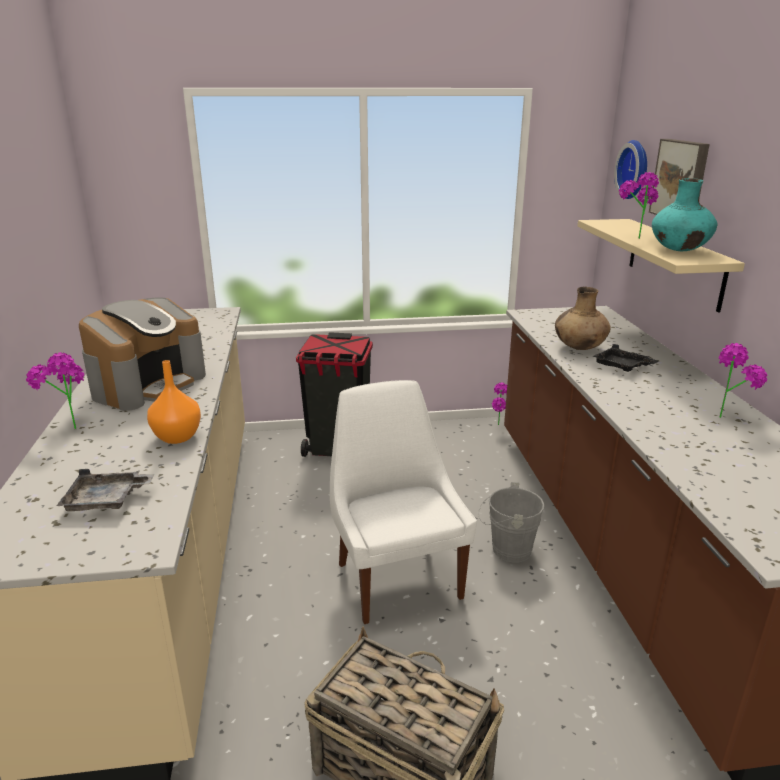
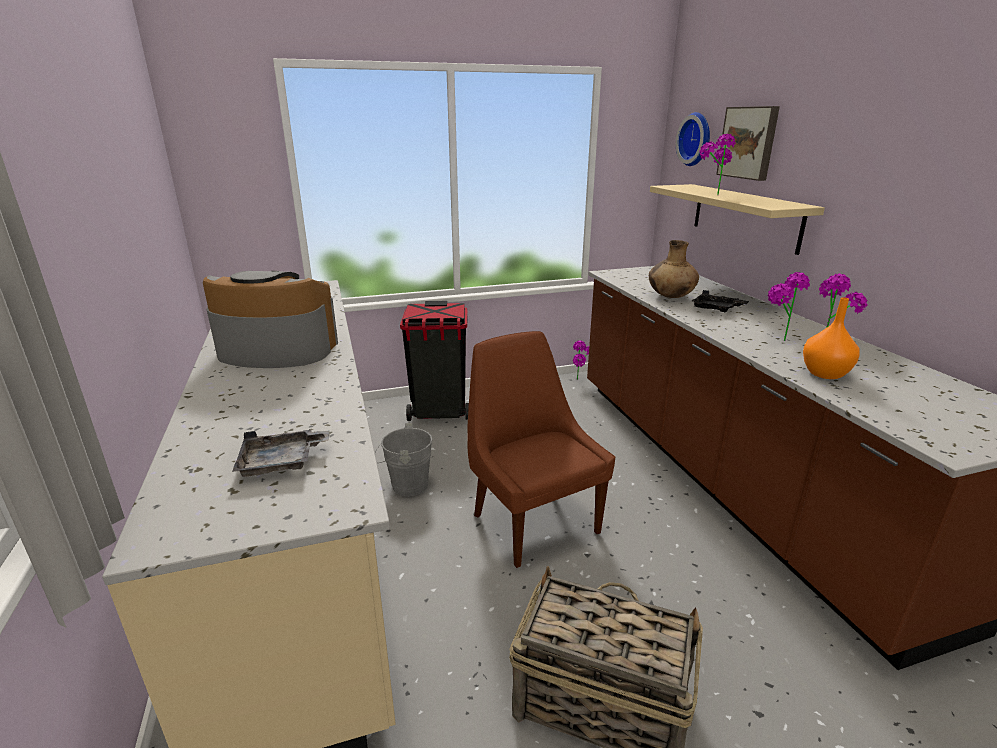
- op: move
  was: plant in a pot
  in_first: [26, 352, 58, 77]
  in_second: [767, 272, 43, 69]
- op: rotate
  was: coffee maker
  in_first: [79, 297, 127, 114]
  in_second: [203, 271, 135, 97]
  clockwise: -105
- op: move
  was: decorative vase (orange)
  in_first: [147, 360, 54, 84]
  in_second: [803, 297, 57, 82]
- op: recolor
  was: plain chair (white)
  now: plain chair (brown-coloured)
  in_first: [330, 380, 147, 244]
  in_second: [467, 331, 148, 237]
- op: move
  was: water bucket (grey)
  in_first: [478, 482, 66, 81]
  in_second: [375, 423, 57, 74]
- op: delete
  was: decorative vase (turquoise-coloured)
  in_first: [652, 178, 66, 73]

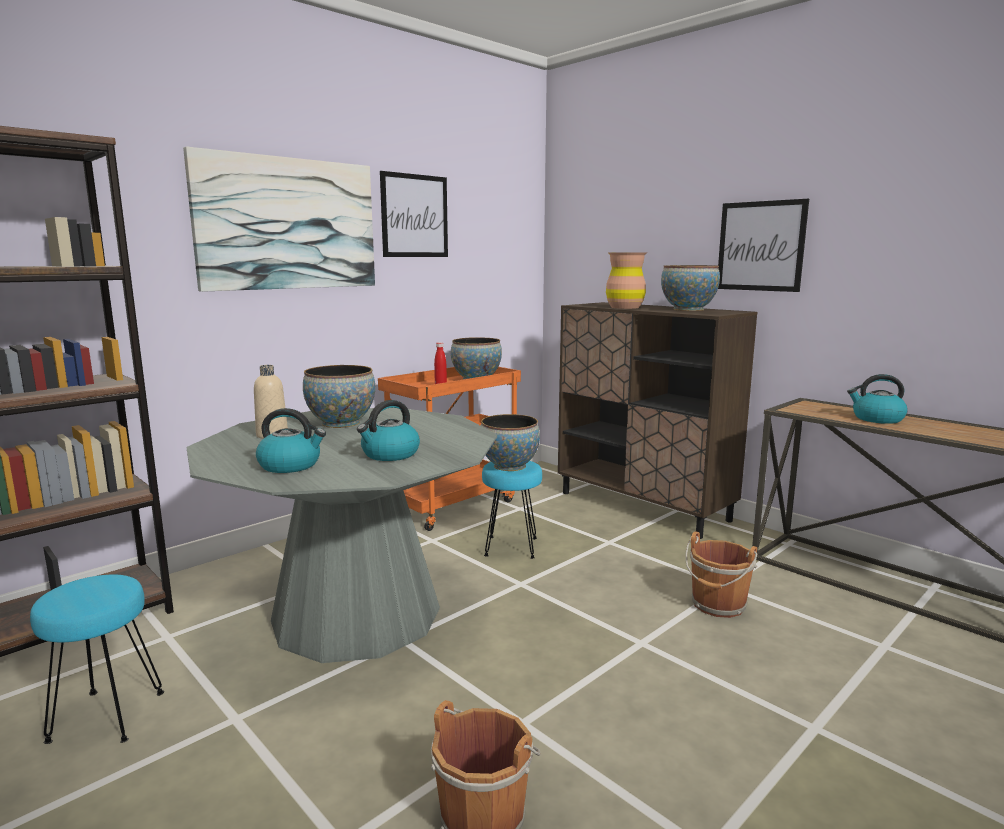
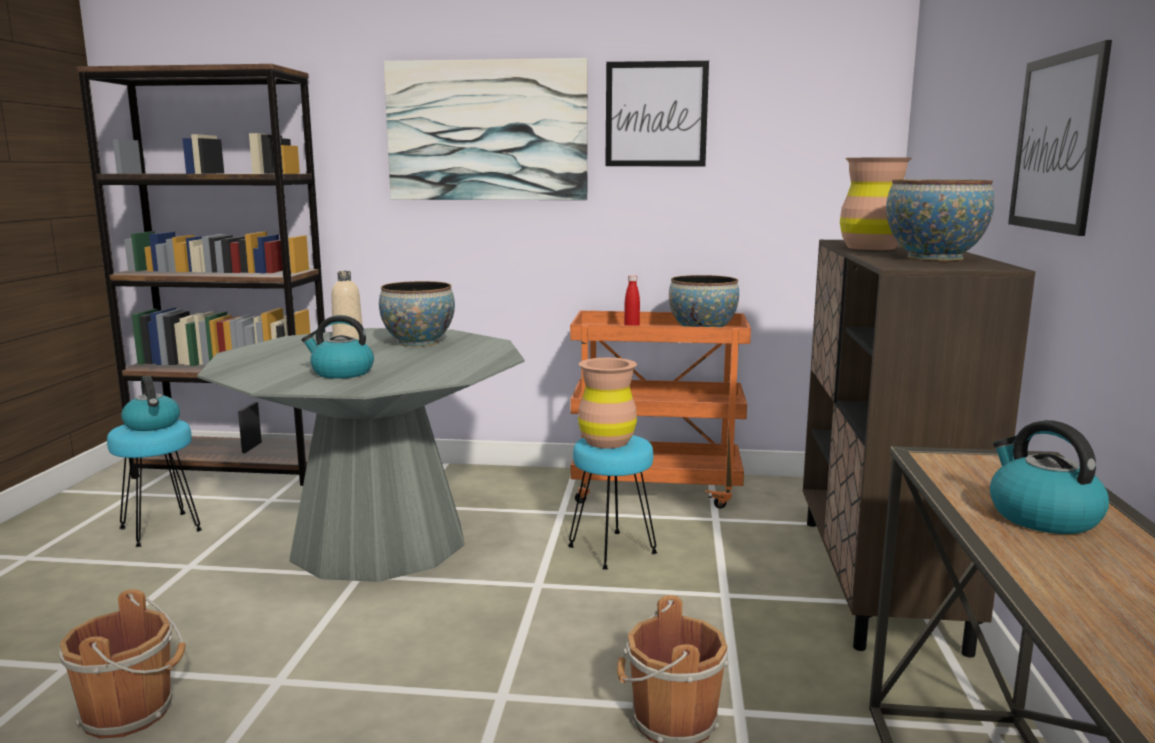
- op: move
  was: water kettle
  in_first: [256, 408, 70, 65]
  in_second: [121, 376, 59, 55]
- op: replace
  was: serving bowl
  now: decorative vase (brown-coloured)
  in_first: [481, 414, 59, 57]
  in_second: [578, 358, 59, 91]

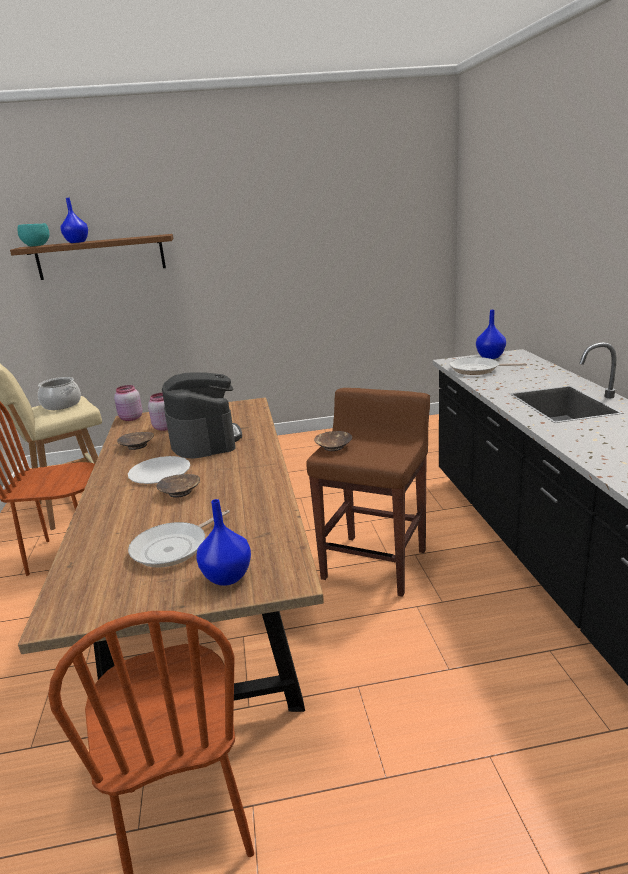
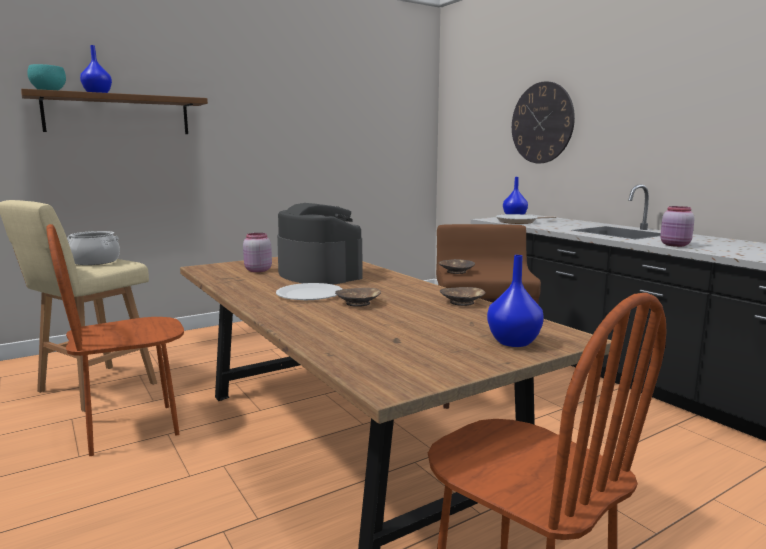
- op: move
  was: storage jar (pink)
  in_first: [114, 385, 28, 36]
  in_second: [660, 206, 35, 41]
- op: move
  was: serving bowl (brown-coloured)
  in_first: [117, 432, 37, 18]
  in_second: [440, 287, 46, 19]
- op: delete
  was: skillet
  in_first: [128, 510, 102, 58]
- op: insert
  now: wall clock
  in_second: [512, 81, 63, 82]

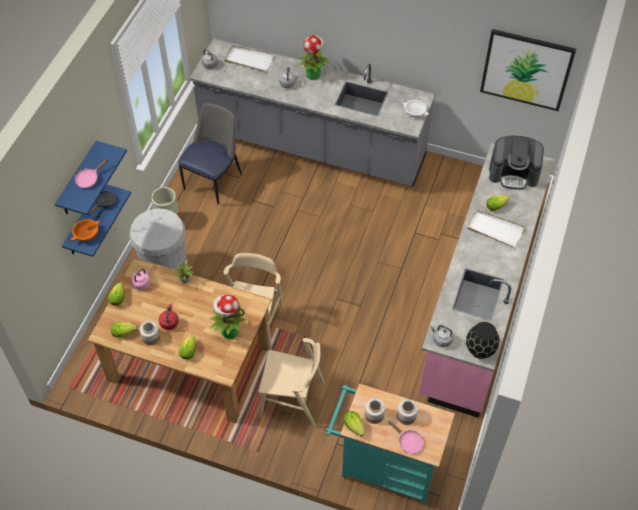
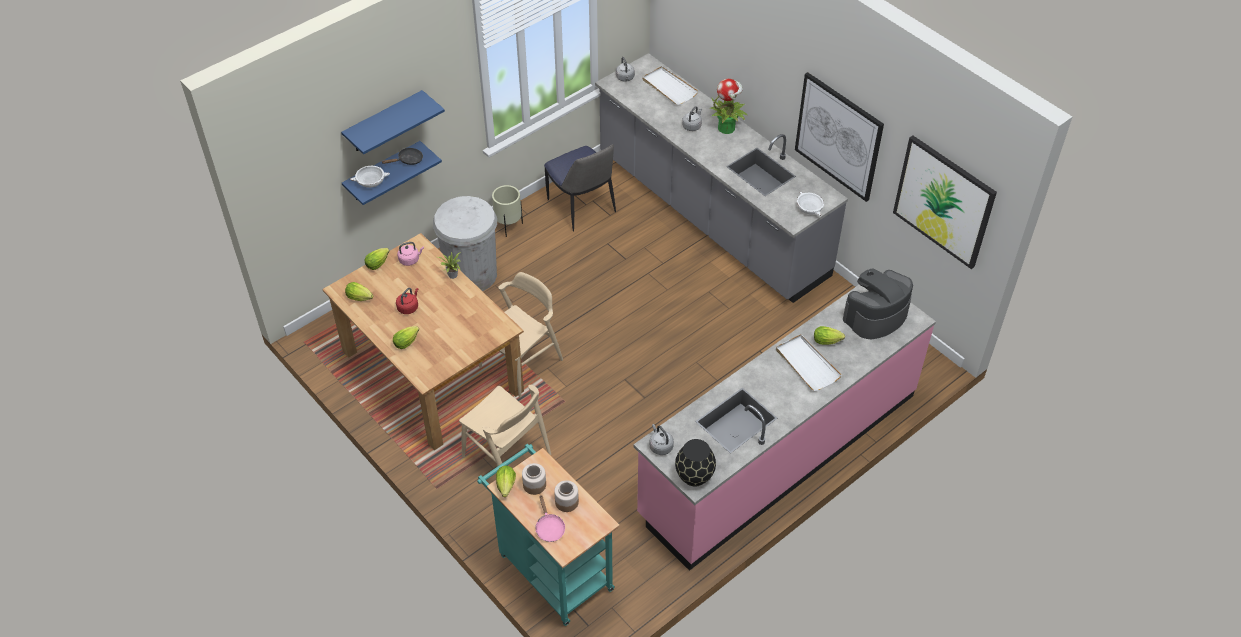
- op: recolor
  was: serving bowl (orange)
  now: serving bowl (white)
  in_first: [71, 219, 29, 22]
  in_second: [350, 166, 40, 22]
- op: delete
  was: skillet (pink)
  in_first: [75, 159, 33, 29]
- op: delete
  was: storage jar
  in_first: [139, 321, 21, 24]
- op: rotate
  was: plain chair
  in_first: [178, 103, 64, 102]
  in_second: [544, 144, 72, 87]
  clockwise: 90
- op: delete
  was: plant in a pot
  in_first: [209, 295, 38, 44]
- op: rotate
  was: coffee maker
  in_first: [489, 135, 55, 55]
  in_second: [843, 268, 70, 71]
  clockwise: 105
- op: insert
  now: wall picture
  in_second: [795, 72, 89, 130]

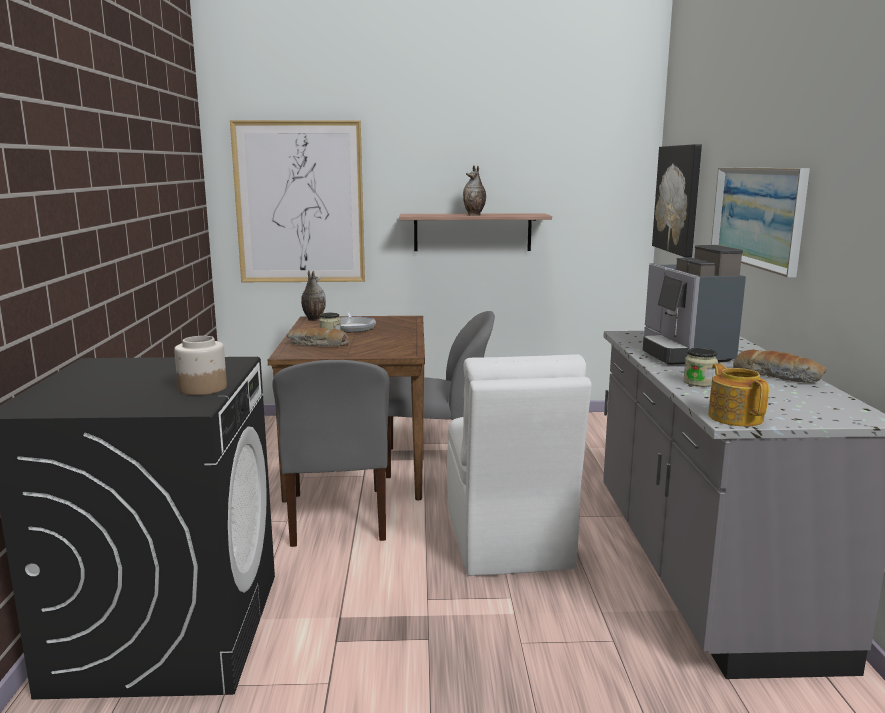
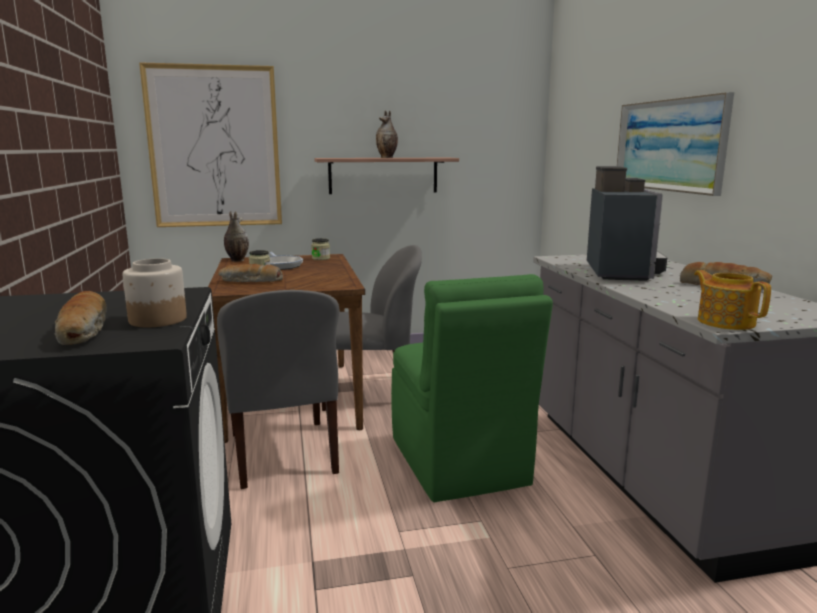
- op: recolor
  was: plain chair (white)
  now: plain chair (greenish)
  in_first: [447, 354, 144, 222]
  in_second: [391, 274, 162, 228]
- op: rotate
  was: coffee maker
  in_first: [643, 245, 103, 120]
  in_second: [587, 166, 80, 115]
  clockwise: -150
- op: delete
  was: wall picture
  in_first: [652, 144, 50, 114]
- op: move
  was: storage jar
  in_first: [683, 348, 35, 39]
  in_second: [311, 238, 19, 22]
- op: insert
  now: baked bread
  in_second: [54, 291, 53, 54]

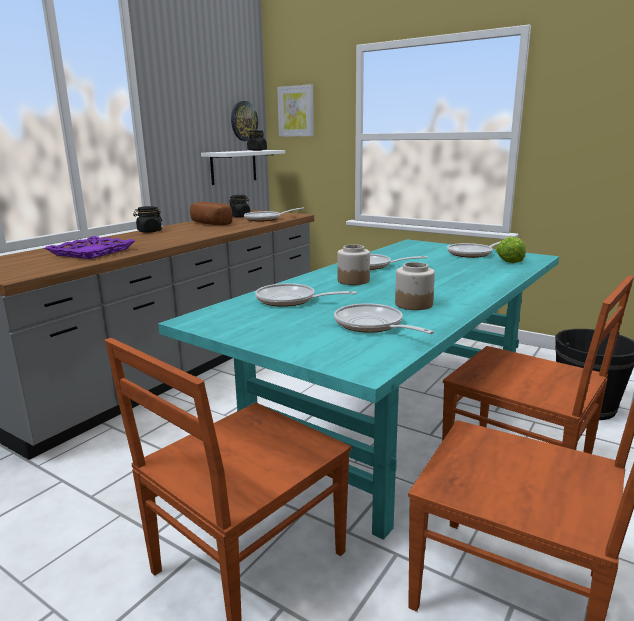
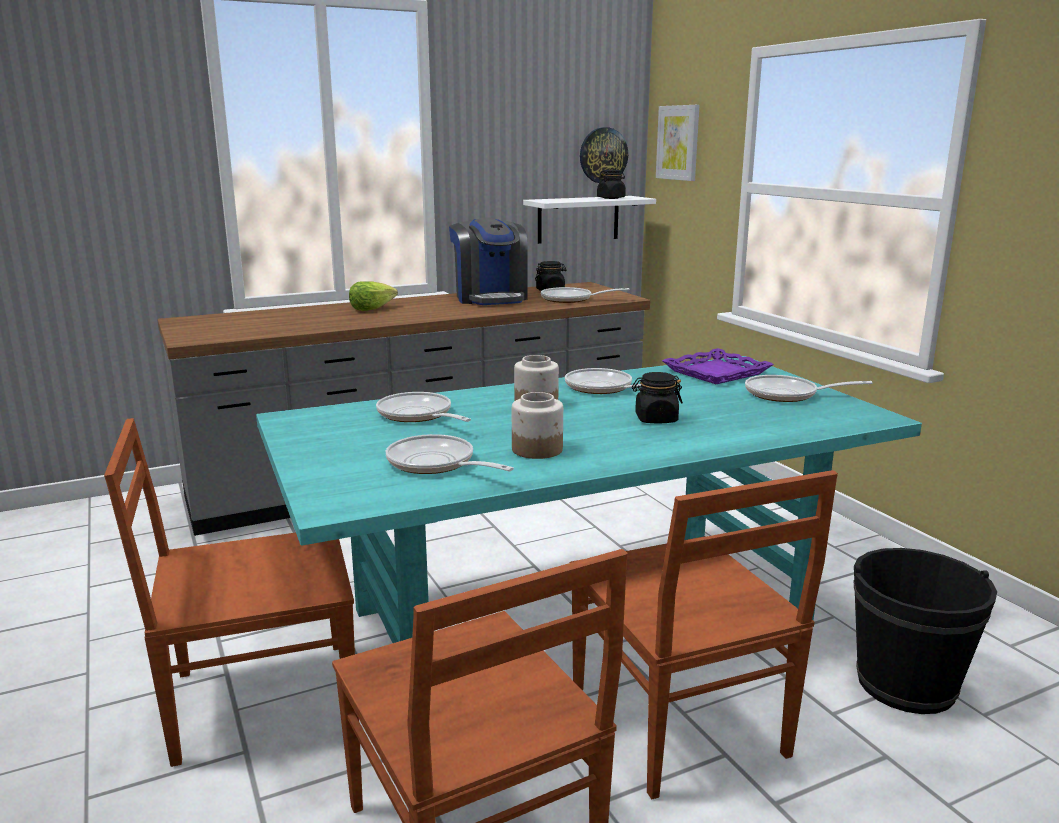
- op: move
  was: tray (purplish)
  in_first: [45, 236, 91, 23]
  in_second: [662, 348, 112, 36]
- op: move
  was: storage jar (black)
  in_first: [133, 206, 29, 27]
  in_second: [632, 372, 51, 51]
- op: replace
  was: baked bread
  now: coffee maker
  in_first: [190, 202, 42, 23]
  in_second: [449, 218, 79, 87]
- op: rotate
  was: skillet
  in_first: [334, 303, 100, 31]
  in_second: [386, 434, 128, 40]
  clockwise: -45
- op: move
  was: head of lettuce
  in_first: [496, 237, 30, 26]
  in_second: [349, 281, 49, 30]

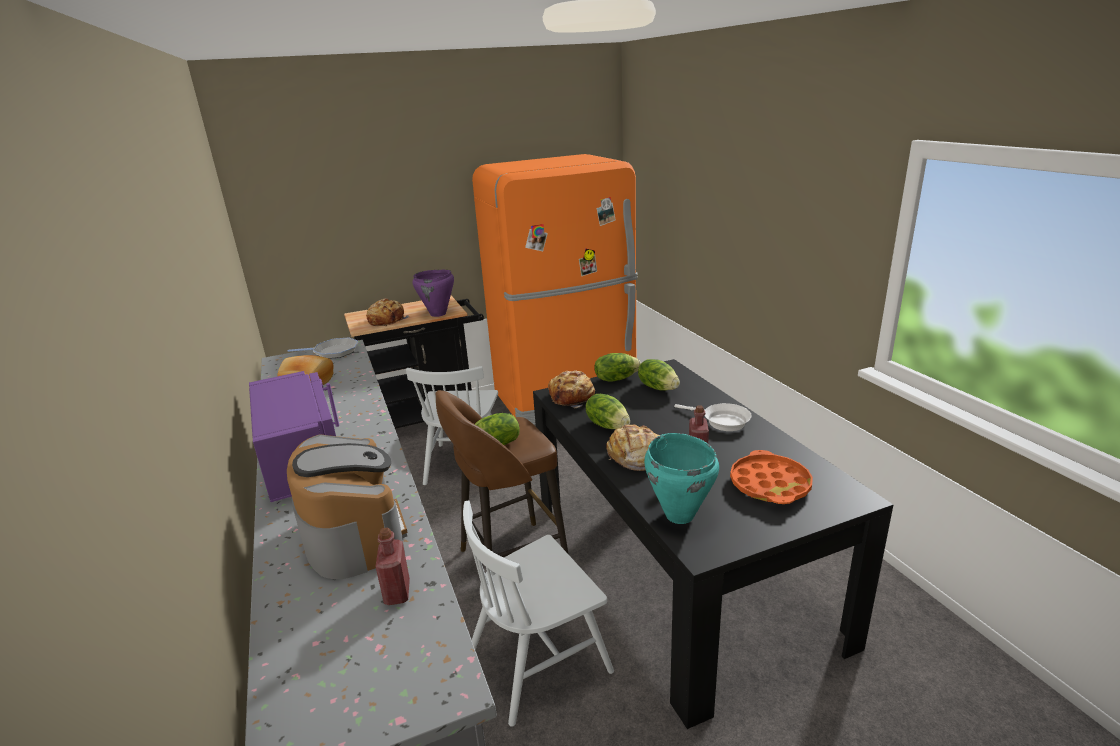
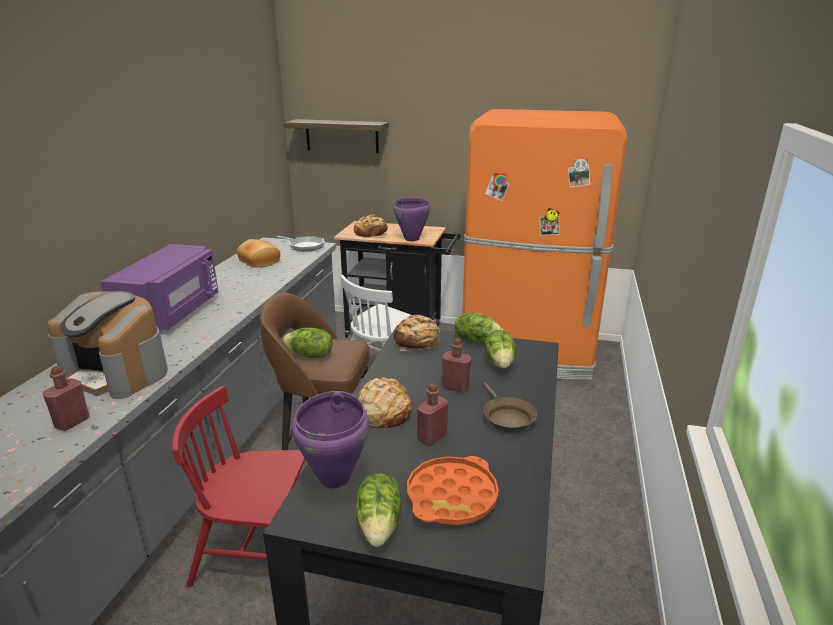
- op: rotate
  was: coffee maker
  in_first: [287, 434, 121, 145]
  in_second: [47, 291, 121, 108]
  clockwise: 105
- op: recolor
  was: plain chair (white)
  now: plain chair (red-coloured)
  in_first: [463, 500, 151, 227]
  in_second: [172, 386, 133, 201]
- op: move
  was: head of lettuce
  in_first: [585, 394, 45, 35]
  in_second: [356, 474, 45, 73]
- op: recolor
  was: saucepot (turquoise-coloured)
  now: saucepot (purplish)
  in_first: [644, 433, 75, 91]
  in_second: [292, 391, 77, 97]
- op: recolor
  was: skillet (white)
  now: skillet (brown-coloured)
  in_first: [674, 403, 78, 28]
  in_second: [483, 383, 54, 50]
- op: insert
  now: shelf
  in_second: [284, 119, 105, 34]
- op: insert
  now: drink bottle (red-coloured)
  in_second: [442, 338, 29, 54]

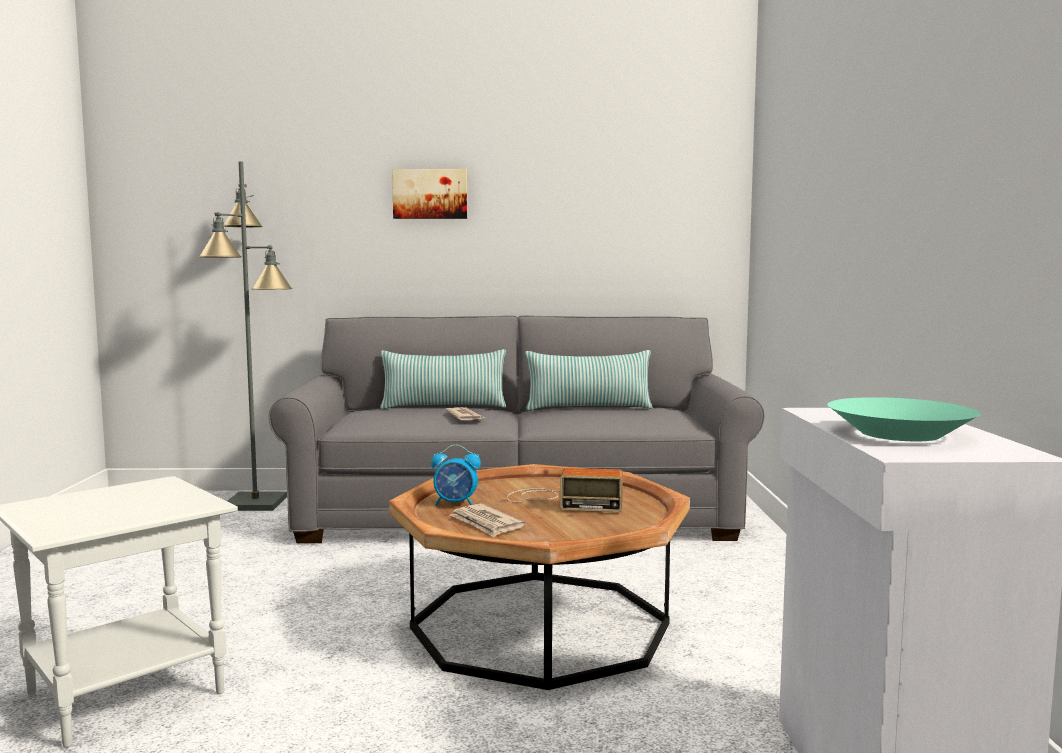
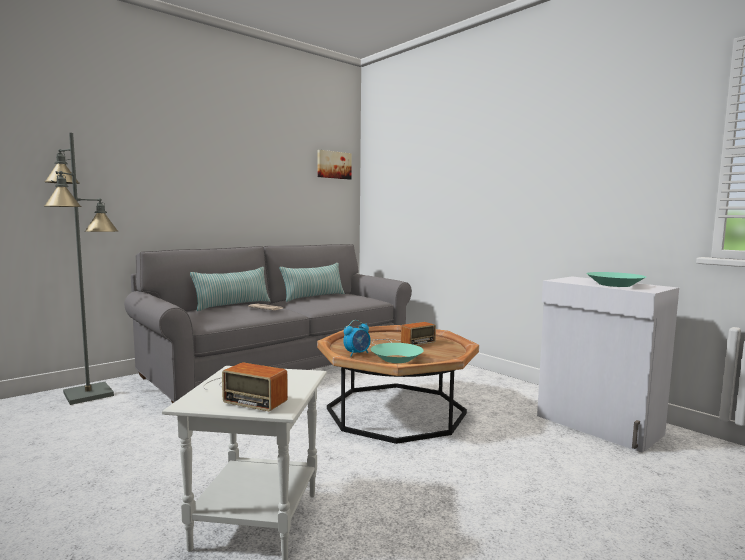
- op: move
  was: wall picture
  in_first: [392, 169, 75, 50]
  in_second: [317, 150, 35, 30]
- op: replace
  was: newspaper
  now: serving bowl (turquoise-coloured)
  in_first: [450, 504, 75, 33]
  in_second: [371, 343, 53, 20]
- op: insert
  now: radio set
  in_second: [203, 362, 85, 49]

